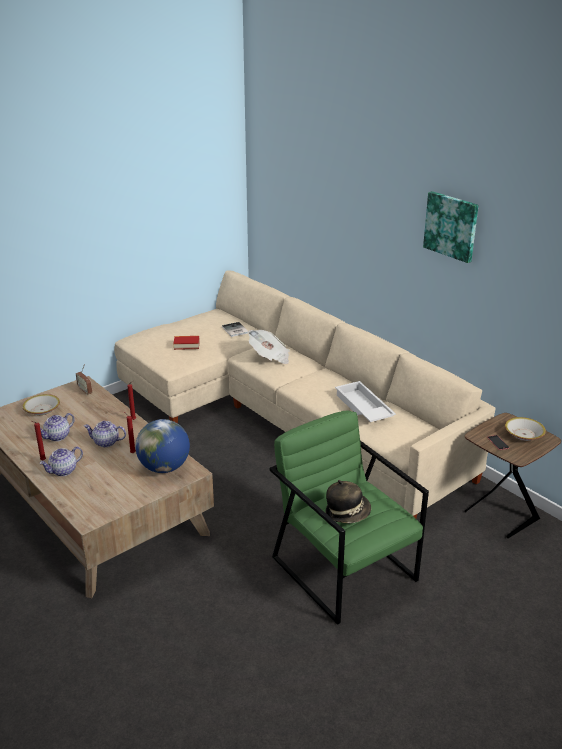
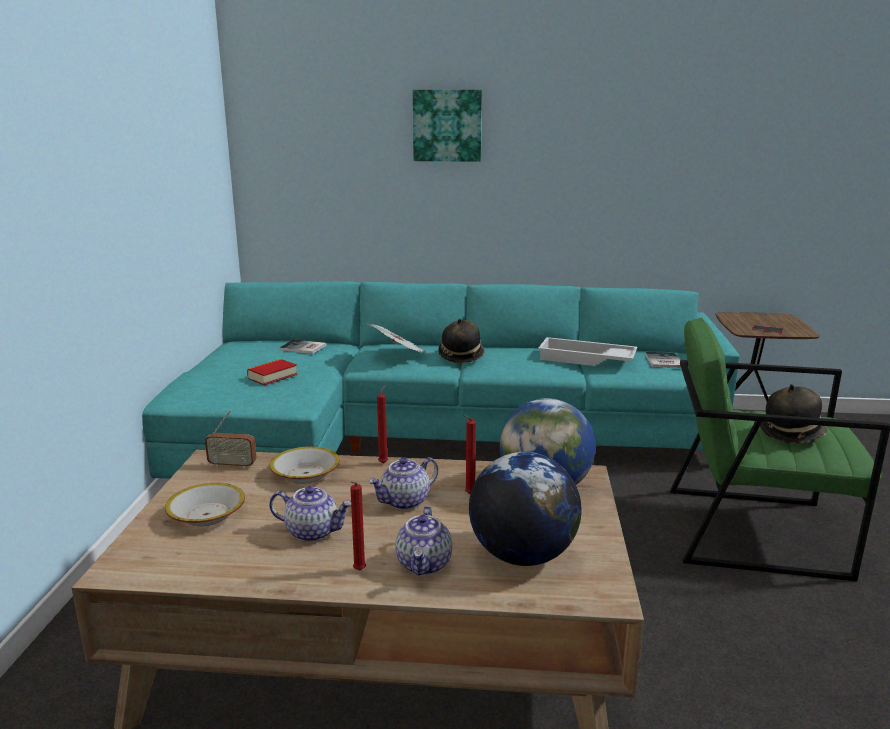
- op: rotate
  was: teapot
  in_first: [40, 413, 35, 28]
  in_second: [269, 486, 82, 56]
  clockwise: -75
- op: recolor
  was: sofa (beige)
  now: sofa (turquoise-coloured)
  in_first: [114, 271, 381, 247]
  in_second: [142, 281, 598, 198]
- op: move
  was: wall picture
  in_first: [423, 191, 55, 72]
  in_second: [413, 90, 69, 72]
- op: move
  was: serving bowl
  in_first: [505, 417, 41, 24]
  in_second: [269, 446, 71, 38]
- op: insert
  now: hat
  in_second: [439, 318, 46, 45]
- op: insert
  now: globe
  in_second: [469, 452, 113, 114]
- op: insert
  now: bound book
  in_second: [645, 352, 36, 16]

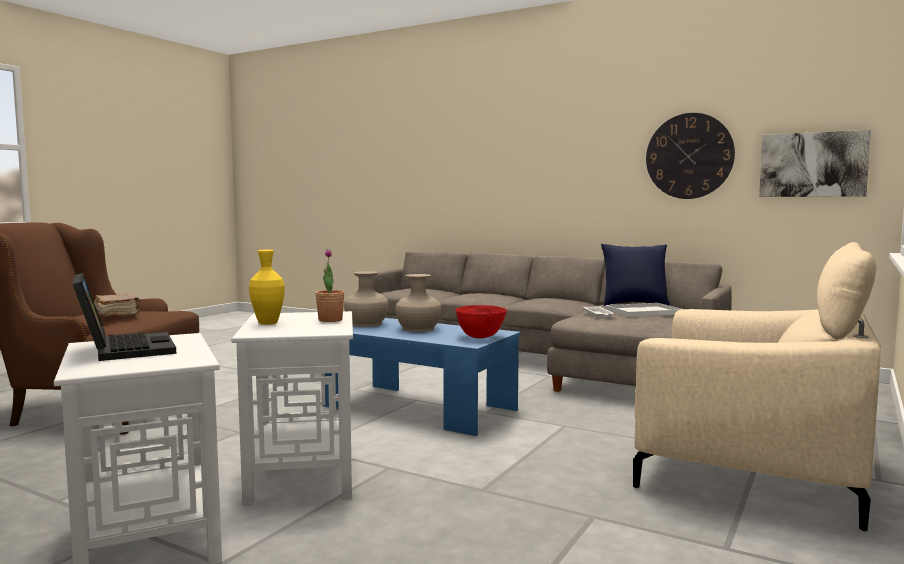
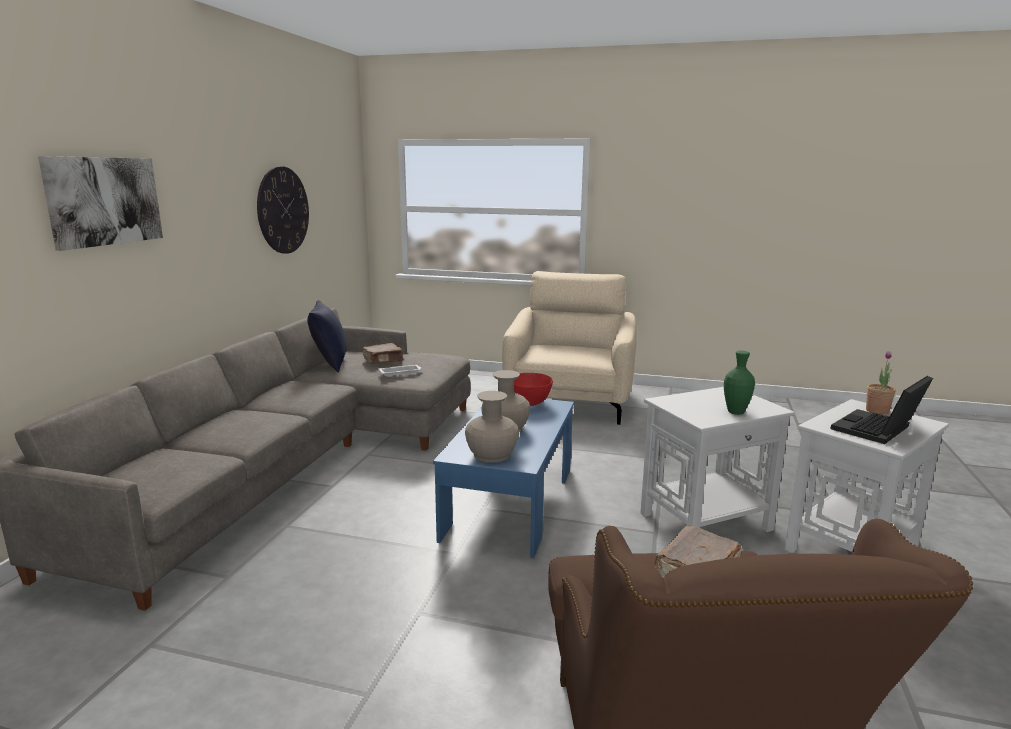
- op: recolor
  was: decorative vase (yellowish)
  now: decorative vase (greenish)
  in_first: [249, 250, 36, 75]
  in_second: [724, 351, 31, 64]
- op: move
  was: plant in a pot
  in_first: [315, 249, 29, 73]
  in_second: [866, 351, 30, 64]
- op: replace
  was: tray (white)
  now: bound book (brown-coloured)
  in_first: [605, 303, 78, 14]
  in_second: [363, 343, 40, 21]
- op: move
  was: wall picture
  in_first: [759, 130, 112, 67]
  in_second: [38, 156, 125, 95]

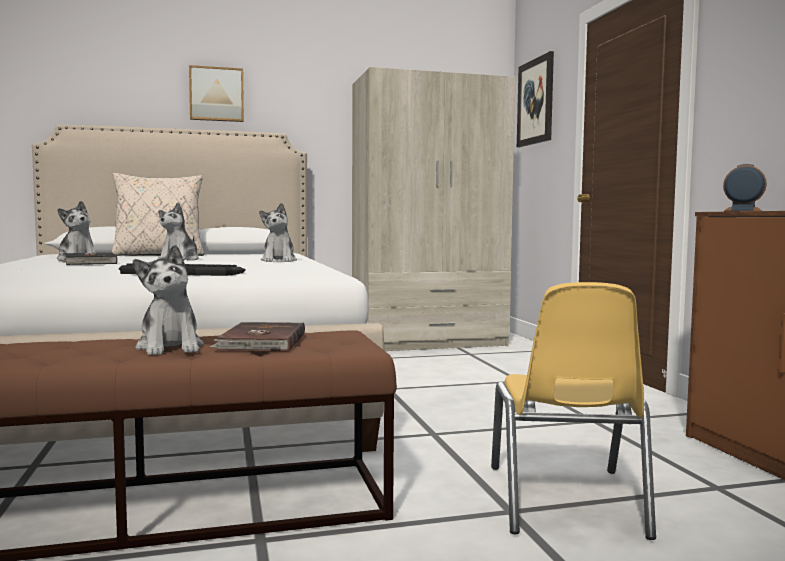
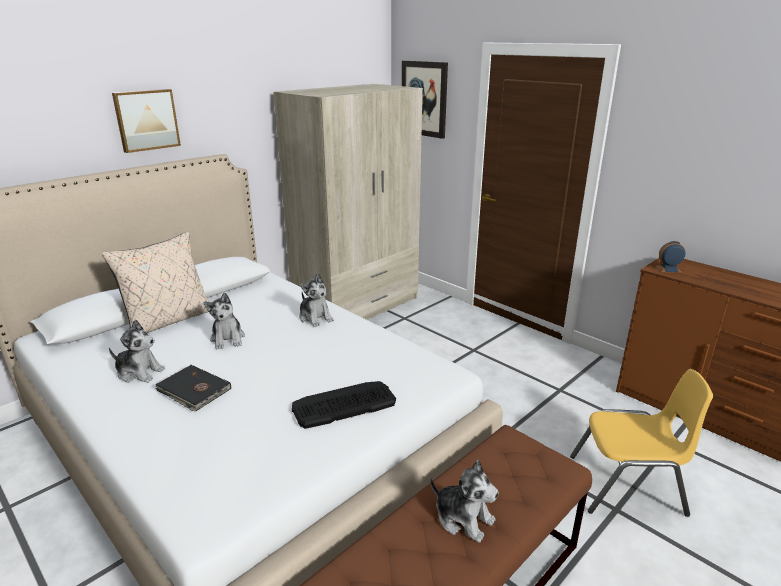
- op: delete
  was: bound book (brown-coloured)
  in_first: [210, 322, 95, 30]
- op: rotate
  was: plain chair (yellowish)
  in_first: [491, 282, 165, 258]
  in_second: [570, 369, 143, 148]
  clockwise: -60

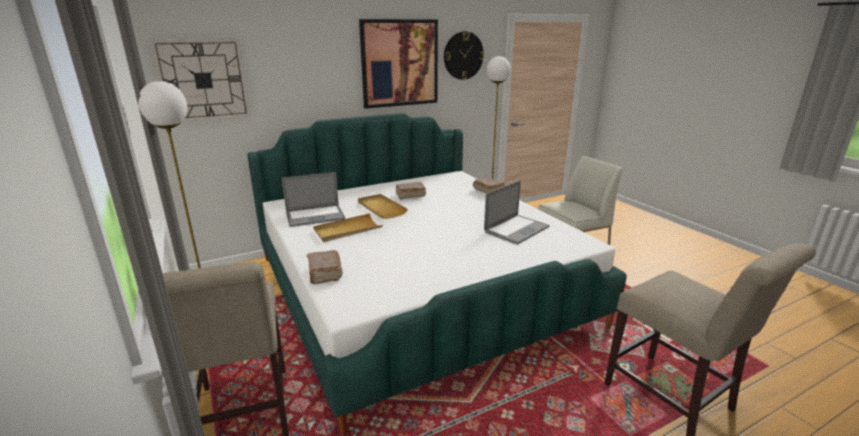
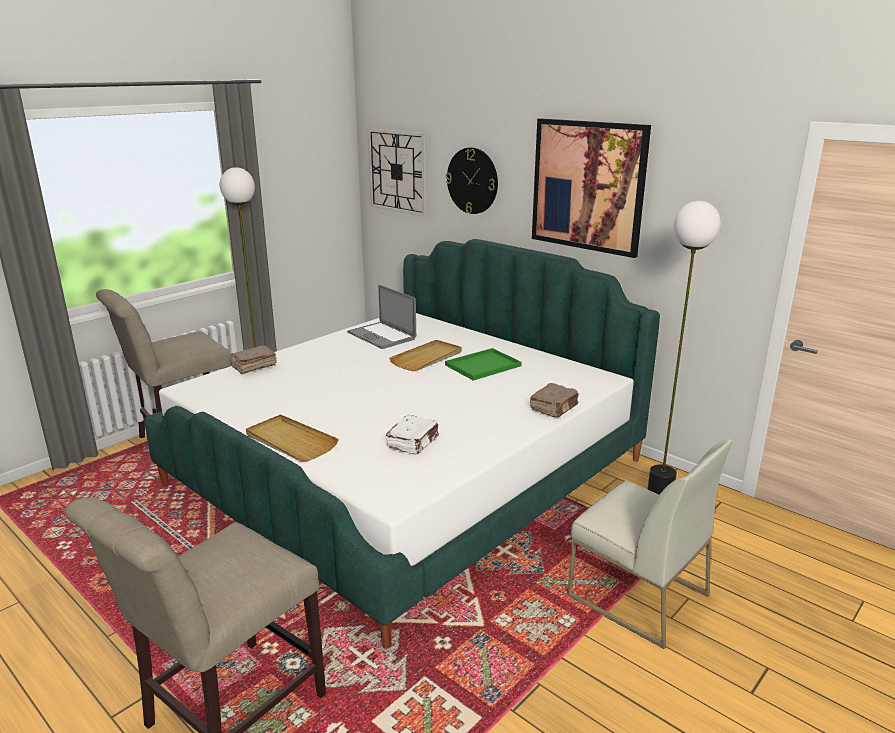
- op: move
  was: tray (beige)
  in_first: [313, 214, 70, 28]
  in_second: [246, 414, 93, 48]
- op: replace
  was: bound book (brown-coloured)
  now: tray (greenish)
  in_first: [395, 182, 31, 18]
  in_second: [445, 348, 77, 33]
- op: move
  was: wall clock
  in_first: [444, 31, 40, 49]
  in_second: [446, 147, 52, 67]
- op: replace
  was: portable computer
  now: bound book (white)
  in_first: [484, 180, 66, 64]
  in_second: [386, 415, 53, 39]

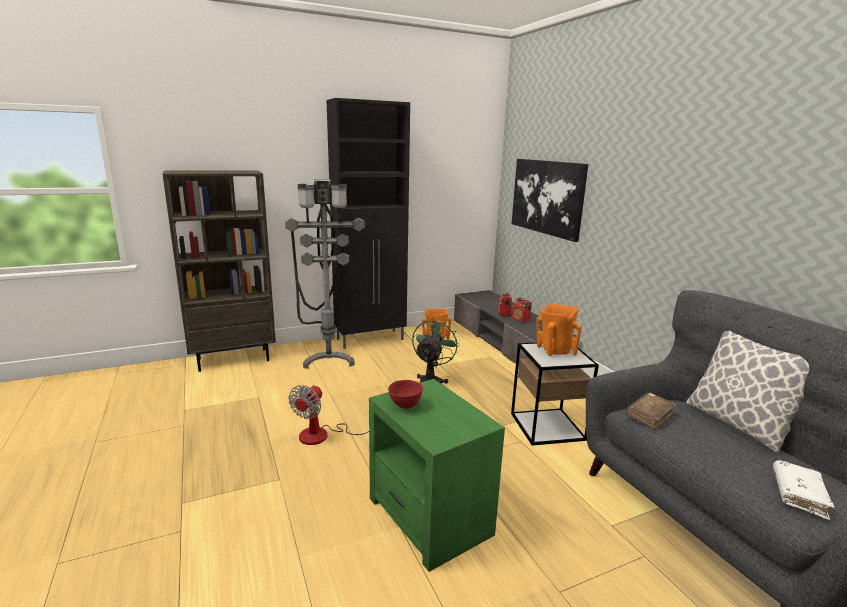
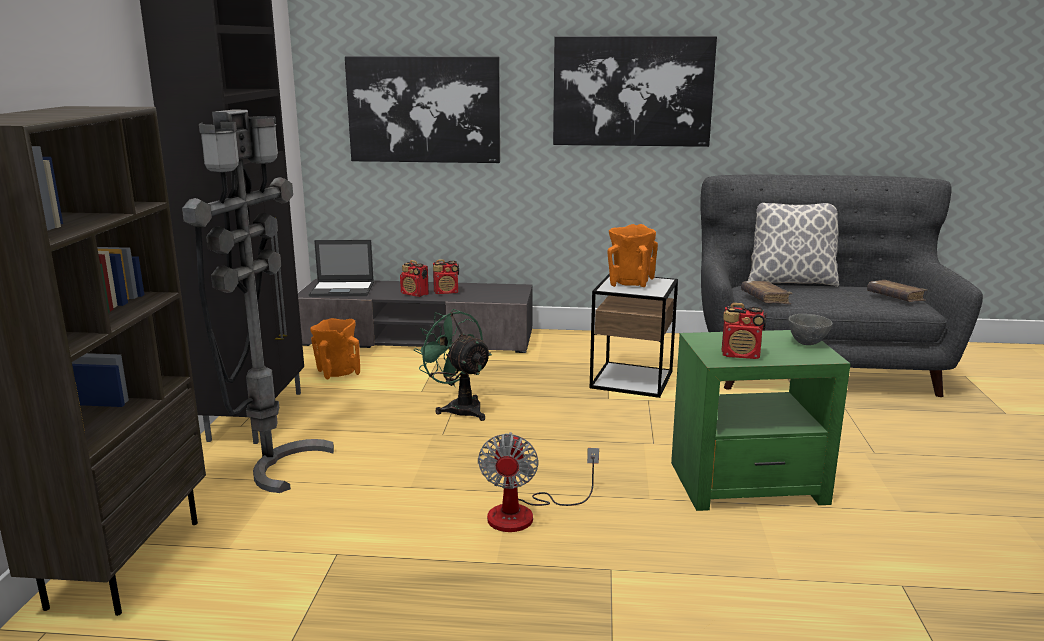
- op: rotate
  was: fan
  in_first: [289, 385, 80, 60]
  in_second: [478, 432, 121, 100]
  clockwise: 45
- op: replace
  was: serving bowl (red-coloured)
  now: radio set
  in_first: [388, 380, 35, 29]
  in_second: [722, 303, 44, 56]
- op: recolor
  was: bound book (white)
  now: bound book (brown-coloured)
  in_first: [773, 460, 62, 60]
  in_second: [867, 280, 60, 22]
- op: insert
  now: portable computer
  in_second: [309, 240, 65, 57]
- op: insert
  now: wall picture
  in_second: [553, 36, 164, 111]
- op: insert
  now: serving bowl (grey)
  in_second: [788, 314, 45, 31]

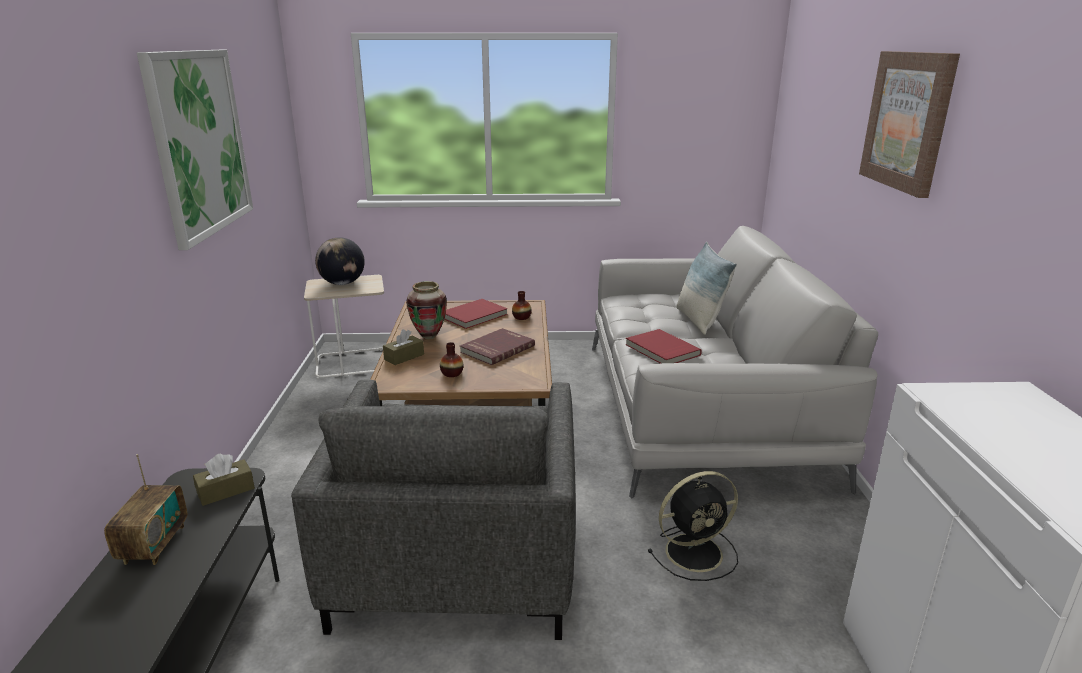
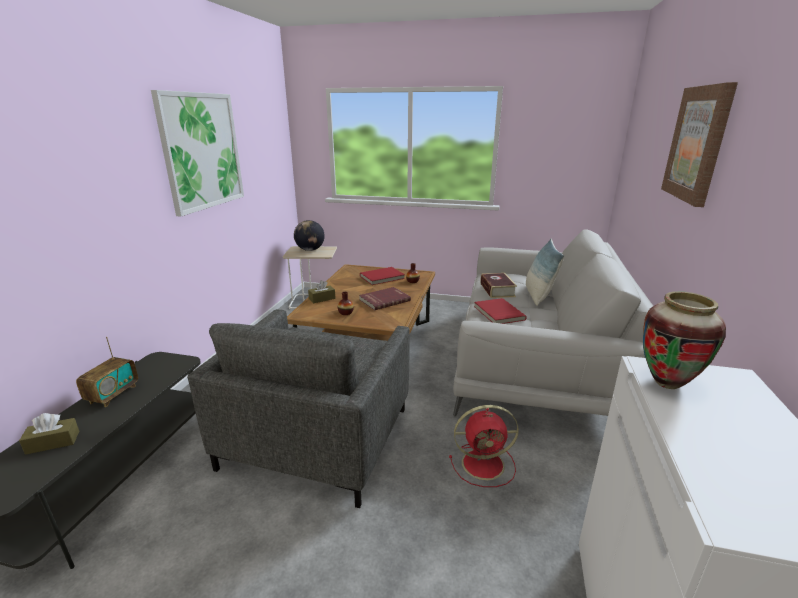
- op: move
  was: tissue box (brown-coloured)
  in_first: [193, 454, 62, 52]
  in_second: [19, 413, 60, 42]
- op: move
  was: decorative vase
  in_first: [406, 281, 41, 58]
  in_second: [643, 291, 83, 98]
- op: recolor
  was: fan (black)
  now: fan (red-coloured)
  in_first: [648, 471, 90, 110]
  in_second: [449, 405, 70, 82]
- op: insert
  now: bound book
  in_second: [480, 273, 37, 25]

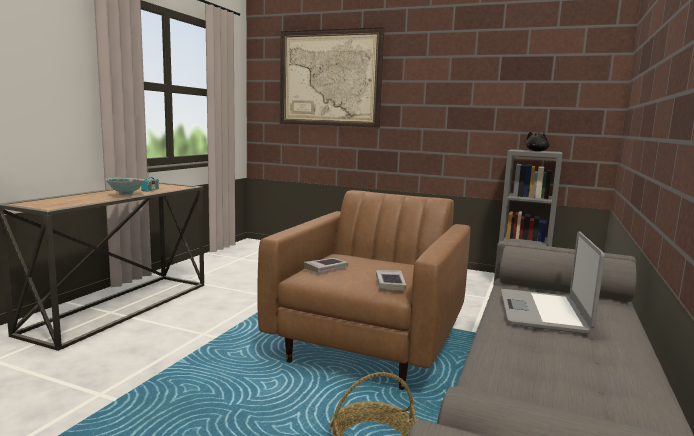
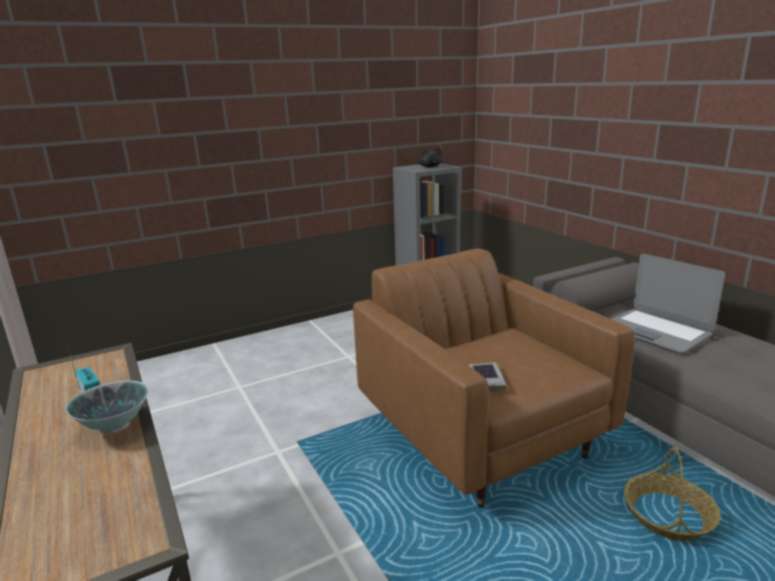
- op: delete
  was: wall picture
  in_first: [280, 27, 104, 101]
- op: delete
  was: bound book
  in_first: [376, 270, 30, 21]

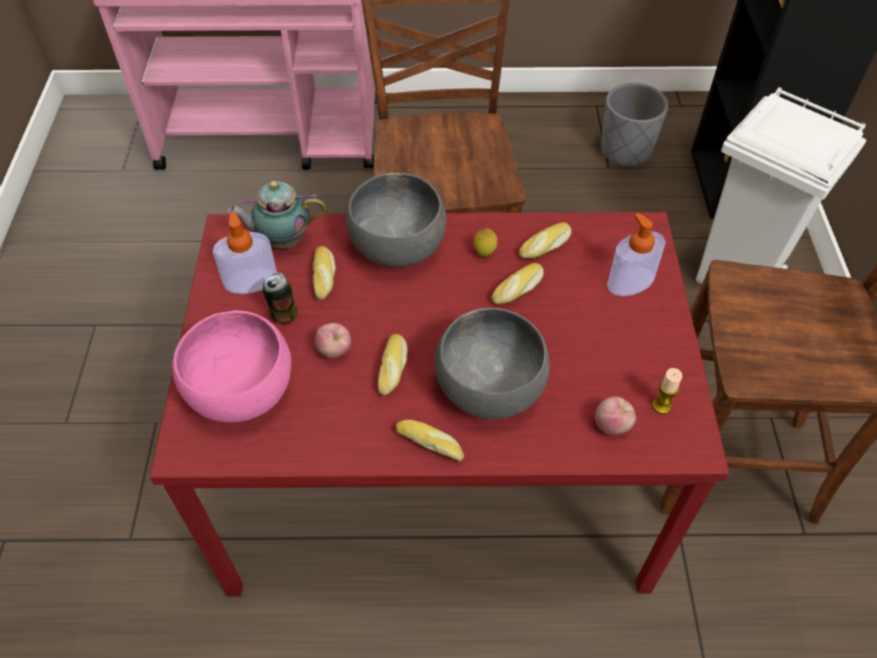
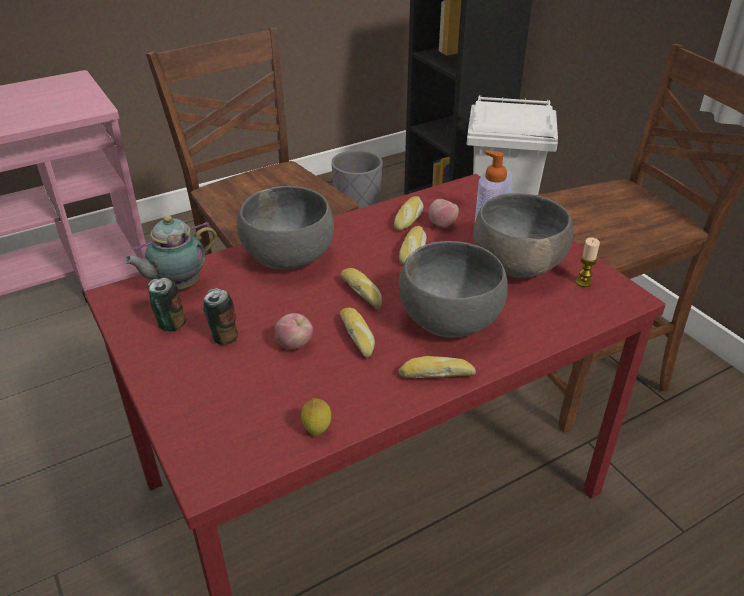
- op: delete
  was: serving bowl (pink)
  in_first: [172, 310, 119, 113]
- op: replace
  was: soap bottle
  now: can
  in_first: [212, 212, 65, 82]
  in_second: [148, 278, 38, 53]
- op: move
  was: baked bread
  in_first: [313, 246, 23, 54]
  in_second: [340, 268, 42, 41]
- op: move
  was: whole lemon
  in_first: [474, 228, 23, 29]
  in_second: [301, 398, 30, 38]
- op: move
  was: apple
  in_first: [595, 396, 41, 40]
  in_second: [428, 199, 31, 29]
- op: insert
  now: serving bowl (grey)
  in_second: [473, 193, 100, 85]

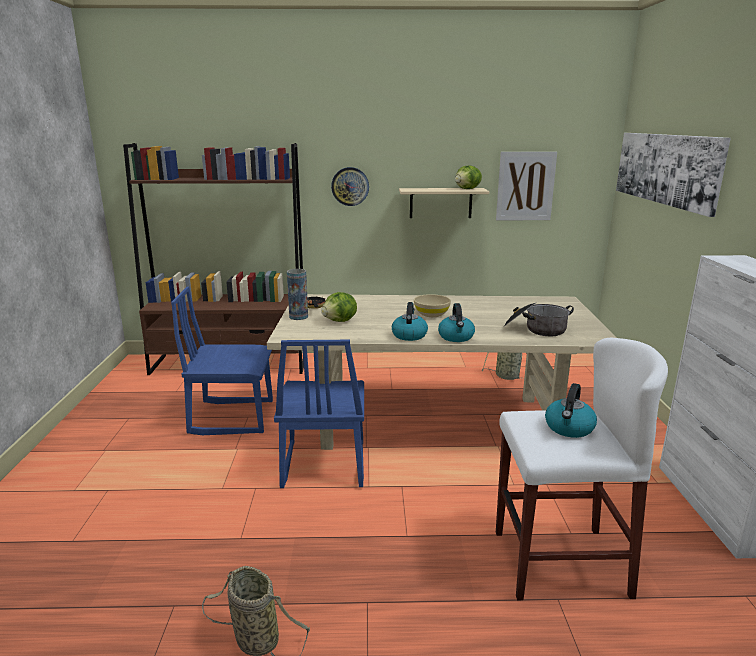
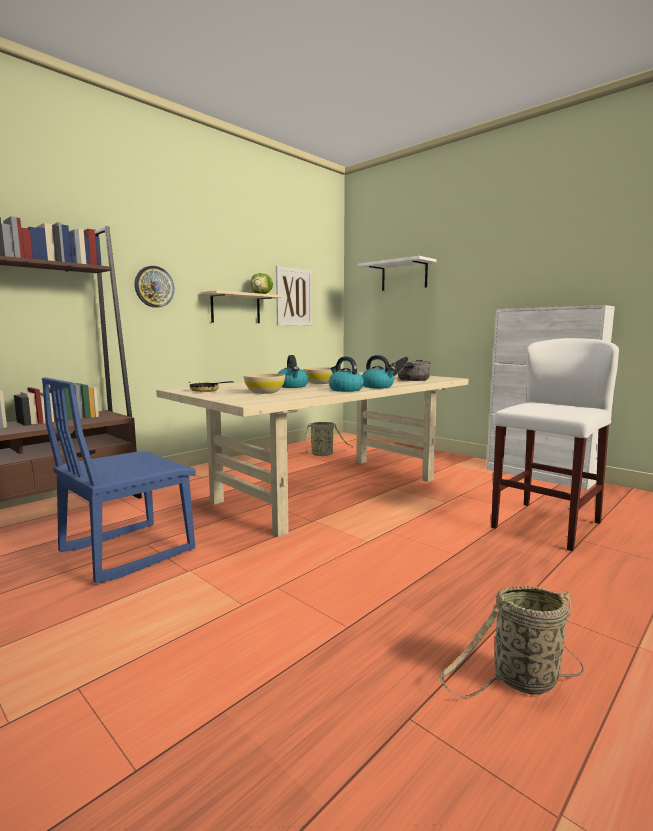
- op: delete
  was: plain chair (blue)
  in_first: [274, 340, 90, 148]
- op: delete
  was: decorative vase
  in_first: [287, 269, 21, 51]
- op: replace
  was: head of lettuce
  now: serving bowl (beige)
  in_first: [321, 292, 36, 30]
  in_second: [243, 373, 42, 21]
- op: move
  was: water kettle
  in_first: [545, 383, 52, 55]
  in_second: [277, 355, 31, 33]
- op: replace
  was: wall picture
  now: shelf (white)
  in_first: [616, 133, 115, 84]
  in_second: [358, 256, 79, 35]

